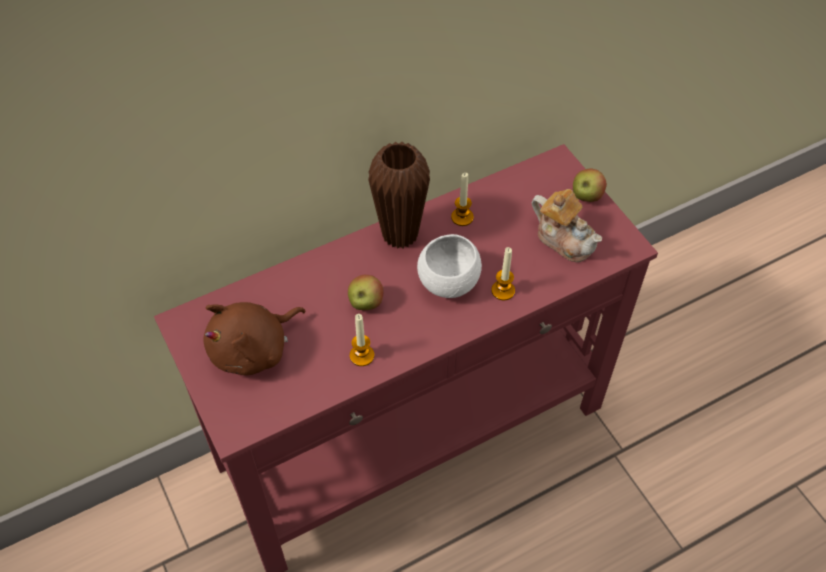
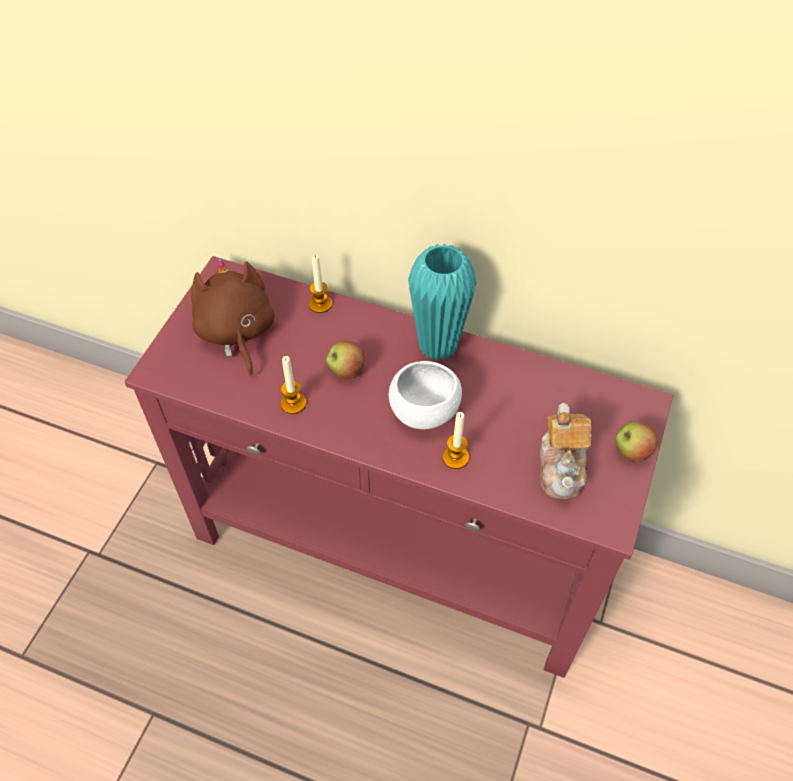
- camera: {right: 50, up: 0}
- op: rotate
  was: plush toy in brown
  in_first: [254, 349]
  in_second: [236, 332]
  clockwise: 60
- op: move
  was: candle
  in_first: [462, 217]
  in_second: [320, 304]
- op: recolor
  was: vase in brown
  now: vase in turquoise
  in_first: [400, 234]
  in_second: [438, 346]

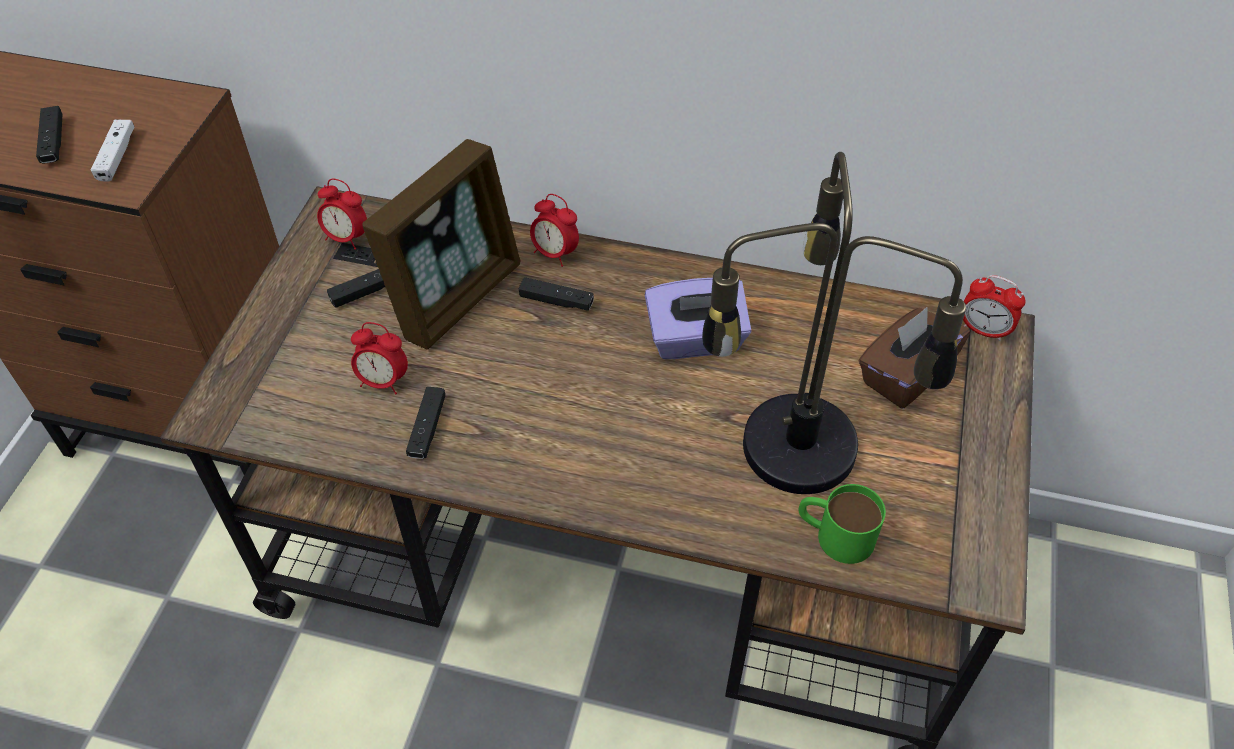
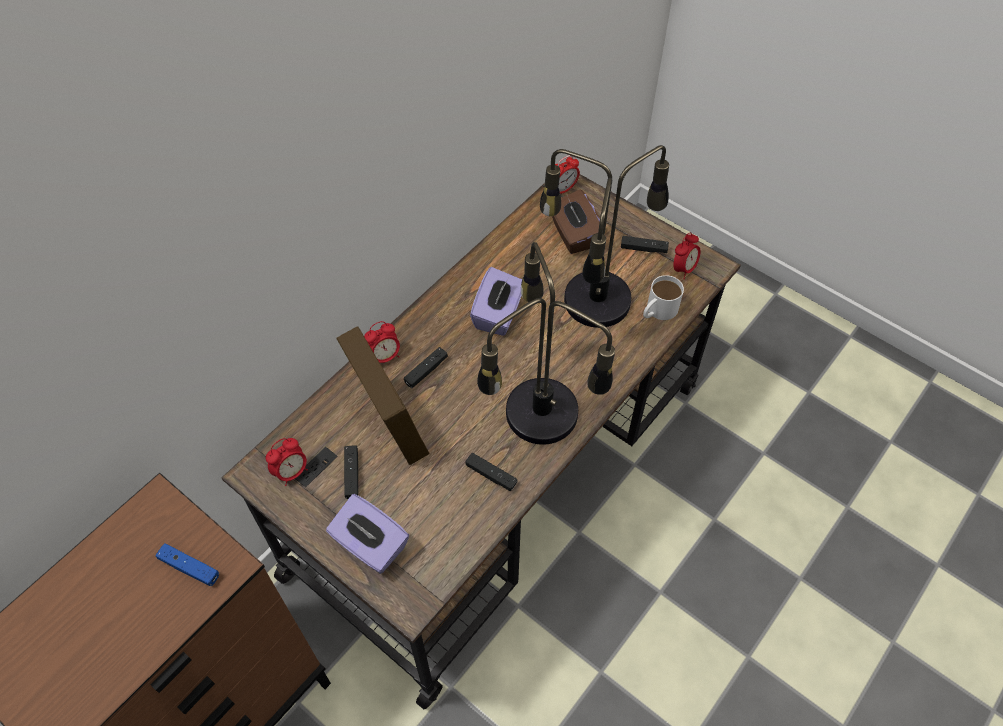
- camera: {right: -65, up: 5}
- op: recolor
  was: game controller in white
  now: game controller in blue
  in_first: [116, 156]
  in_second: [189, 568]
- op: insert
  now: tissue box in purple
  in_second: [370, 545]
- op: insert
  now: table lamp
  in_second: [540, 413]
- op: move
  was: game controller in black
  in_first: [53, 142]
  in_second: [643, 248]
- op: recolor
  was: mug in green
  now: mug in white
  in_first: [834, 534]
  in_second: [658, 311]
- op: move
  was: alarm clock
  in_first: [383, 381]
  in_second: [683, 269]

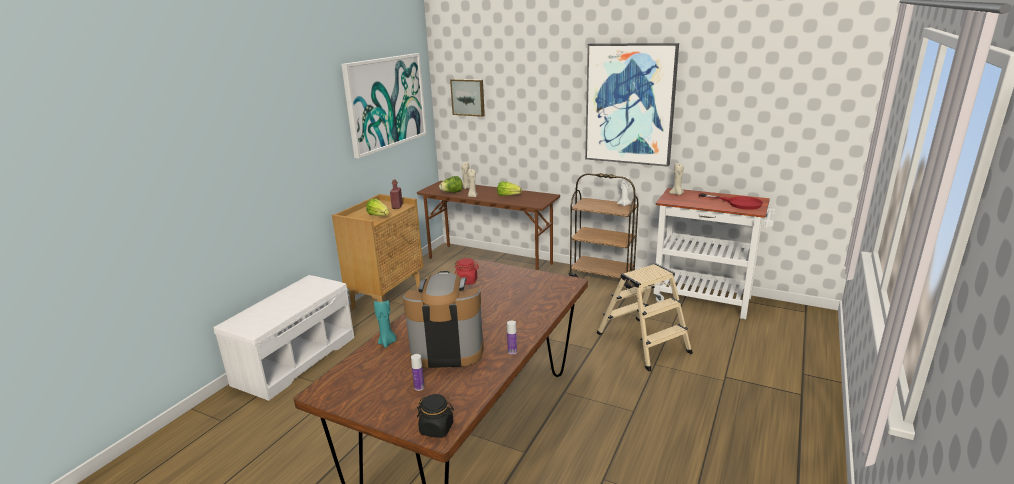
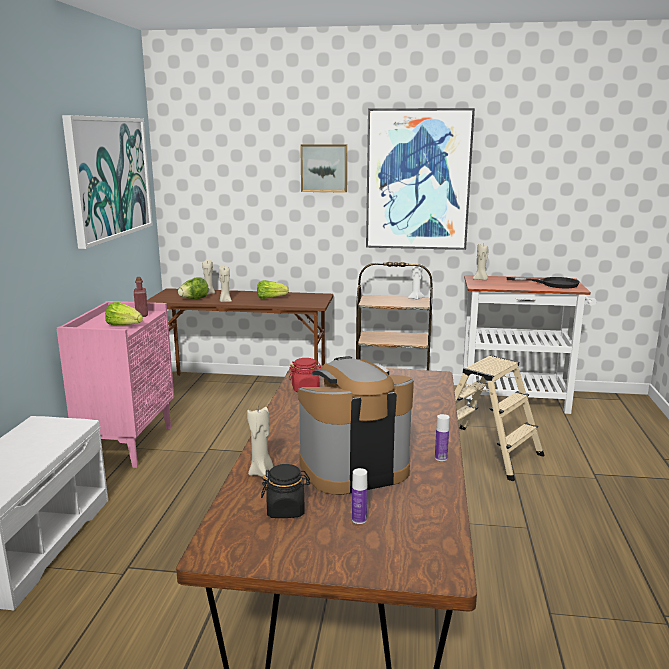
- camera: {right: -20, up: -5}
- op: recolor
  was: cabinet in brown
  now: cabinet in pink
  in_first: [387, 298]
  in_second: [129, 444]
- op: recolor
  was: candle in turquoise
  now: candle in beige
  in_first: [387, 343]
  in_second: [261, 472]
- op: move
  was: jar in black
  in_first: [436, 428]
  in_second: [286, 510]
- op: move
  was: picture
  in_first: [468, 97]
  in_second: [324, 168]
- op: recolor
  was: frying pan in red
  now: frying pan in black
  in_first: [738, 203]
  in_second: [552, 284]

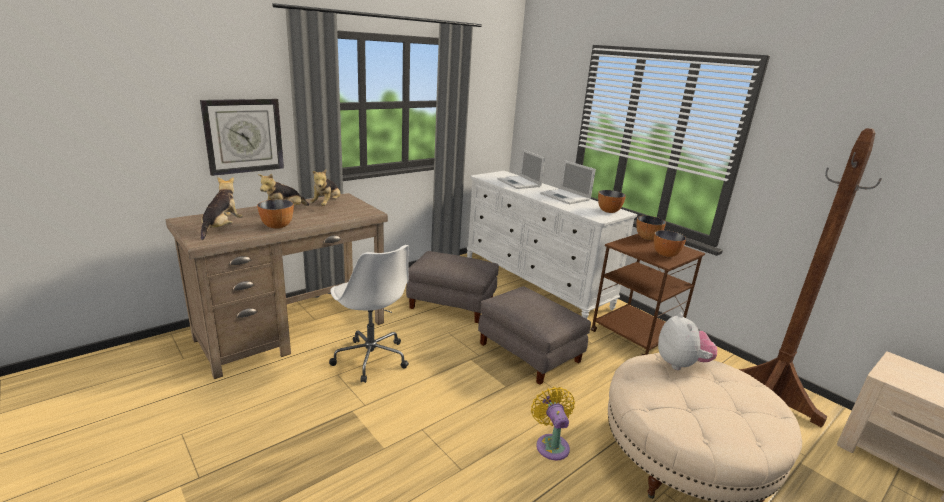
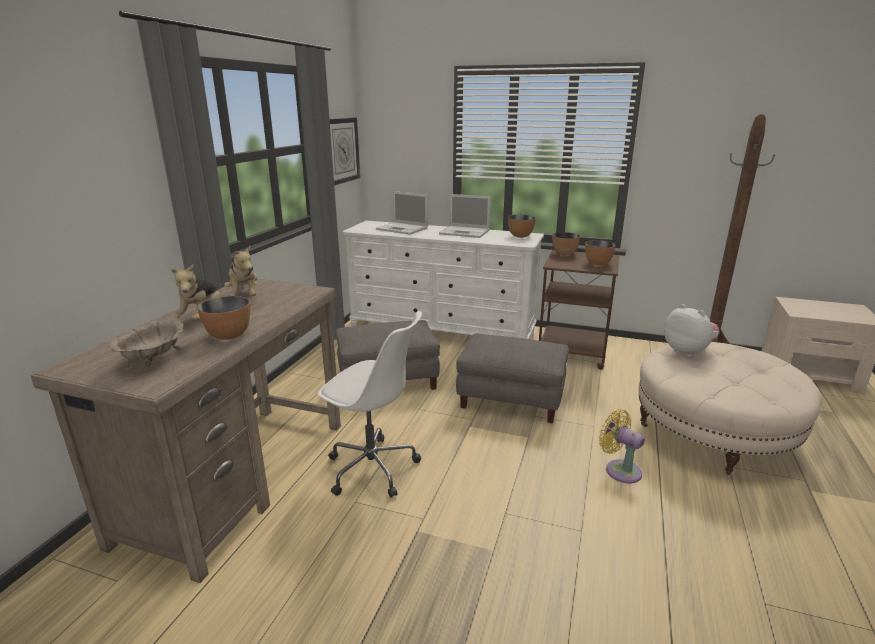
- camera: {right: -30, up: 0}
- op: replace
  was: plush toy
  now: bowl in beige
  in_first: [222, 228]
  in_second: [153, 360]
- op: move
  was: wall clock
  in_first: [244, 136]
  in_second: [341, 150]

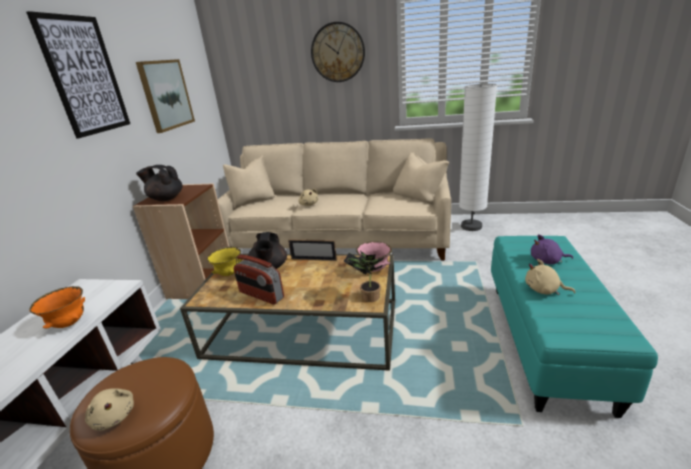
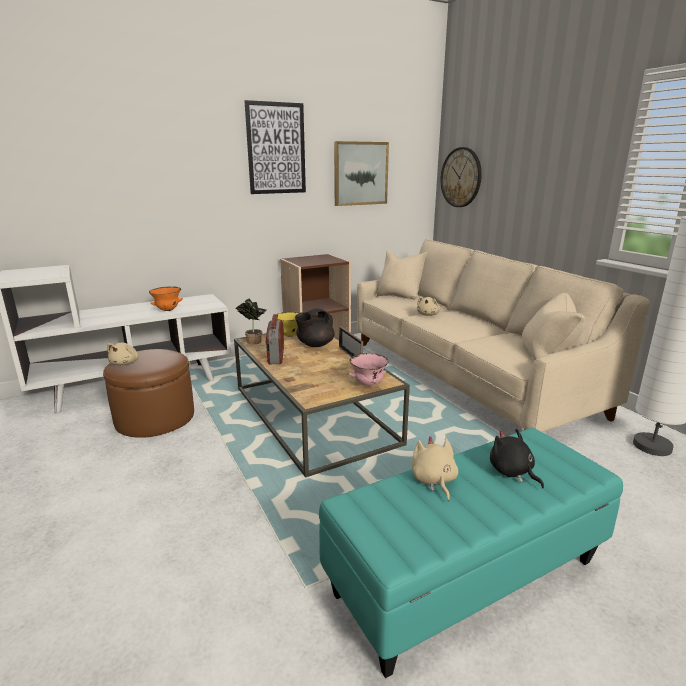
- camera: {right: 50, up: -5}
- op: move
  was: potted plant
  in_first: [368, 297]
  in_second: [253, 341]
- op: move
  was: wall clock
  in_first: [338, 52]
  in_second: [461, 177]
- op: recolor
  was: plush toy in purple
  now: plush toy in black
  in_first: [547, 261]
  in_second: [512, 472]
- op: delete
  was: teapot in black
  in_first: [166, 198]

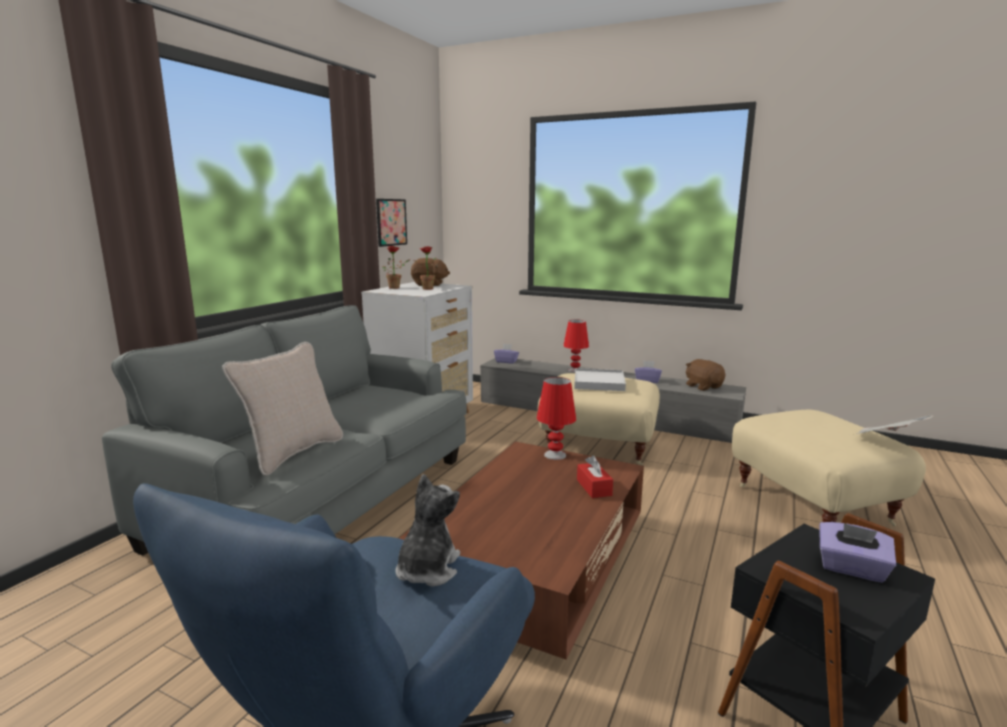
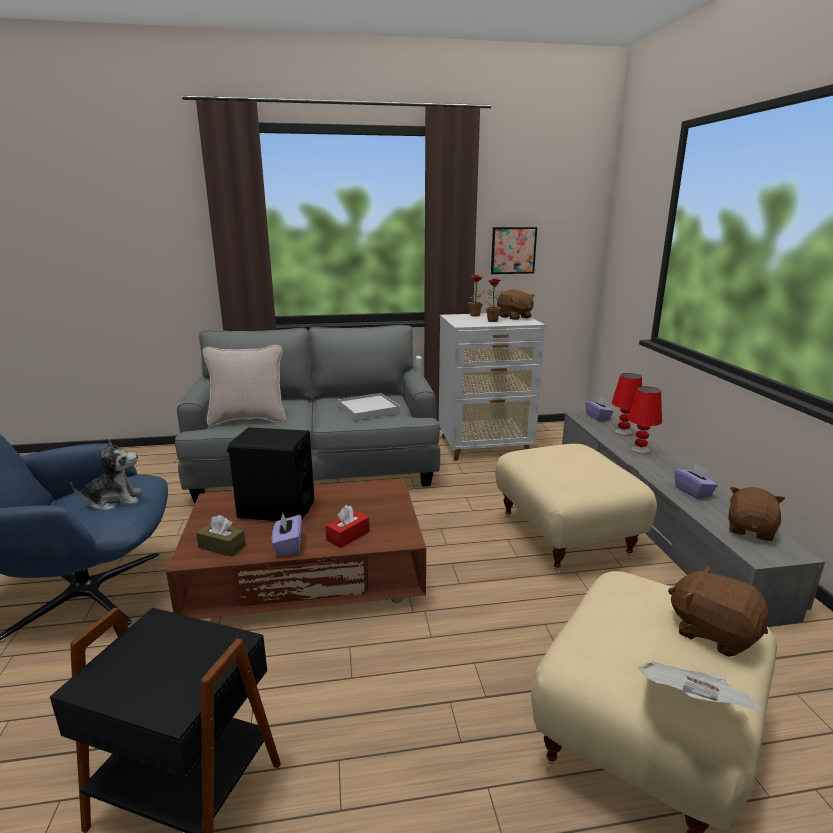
- camera: {right: 55, up: 5}
- op: insert
  now: tissue box in brown
  in_second: [222, 546]
- op: insert
  now: speaker in black
  in_second: [276, 510]
- op: move
  was: tissue box in purple
  in_first: [851, 569]
  in_second: [288, 546]
- op: move
  was: tray in white
  in_first: [599, 382]
  in_second: [368, 409]
- op: move
  was: table lamp in red
  in_first: [555, 455]
  in_second: [623, 432]
- op: insert
  now: plush toy in brown
  in_second: [713, 632]

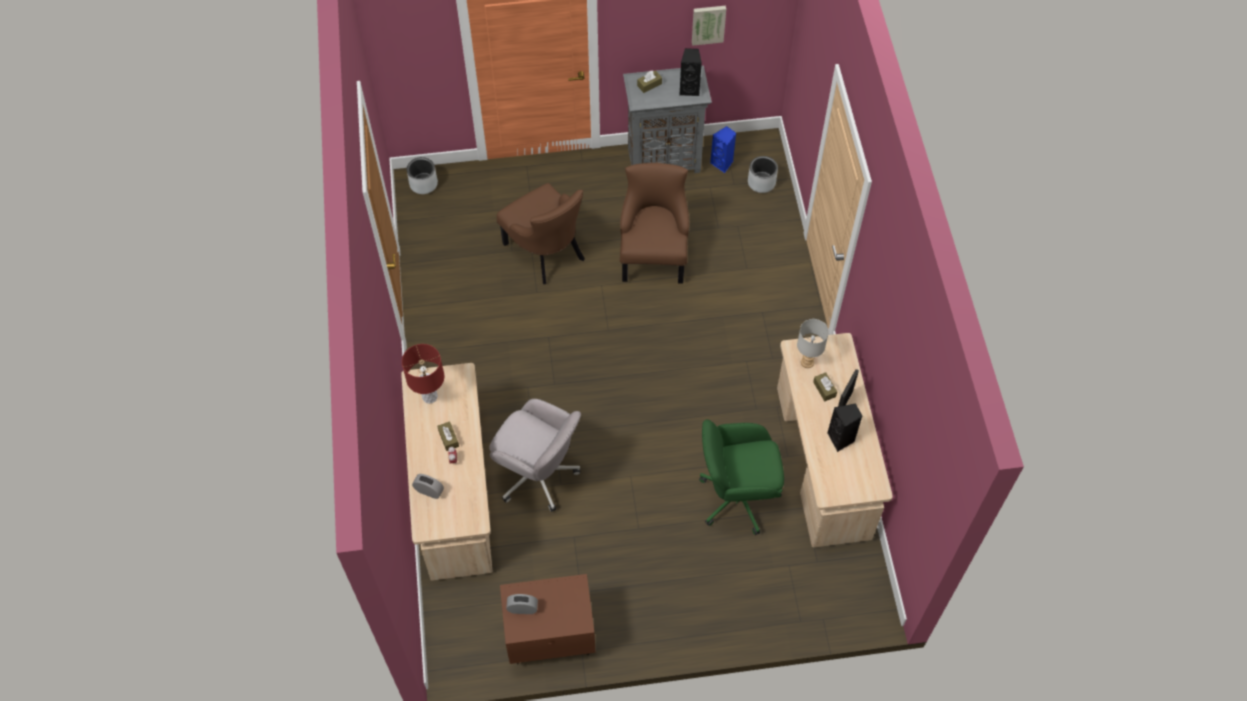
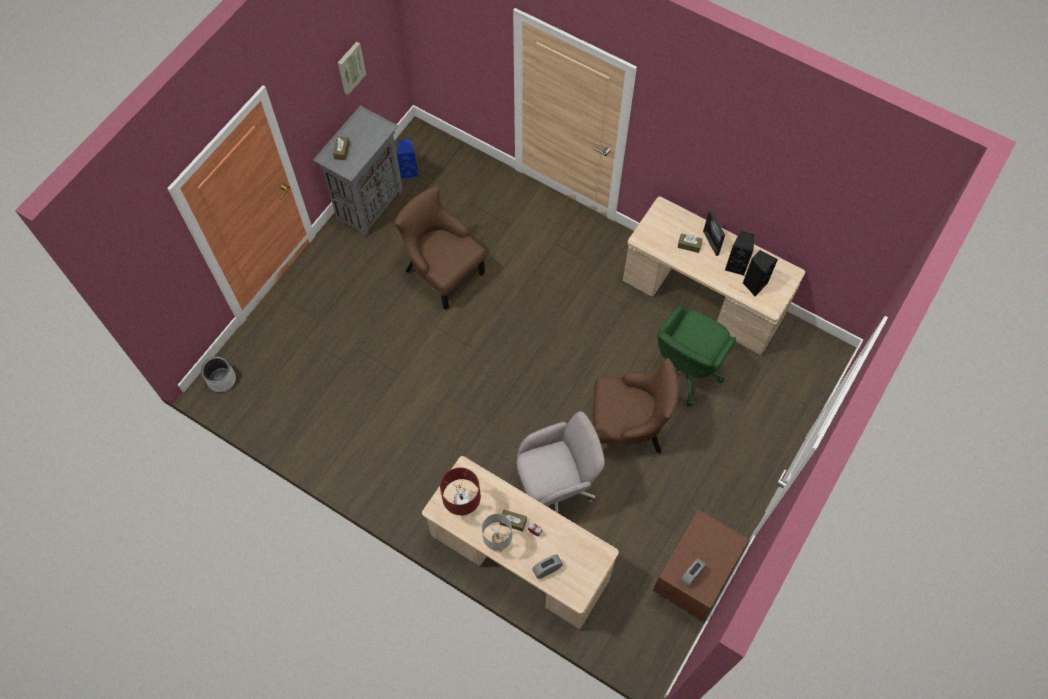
- camera: {right: -50, up: 5}
- op: move
  was: table lamp in grey
  in_first: [807, 362]
  in_second: [497, 545]
- op: move
  was: chair in brown
  in_first: [544, 250]
  in_second: [626, 428]
- op: move
  was: speaker in black
  in_first: [689, 89]
  in_second: [754, 284]
- op: delete
  was: planter in grey
  in_first: [761, 182]

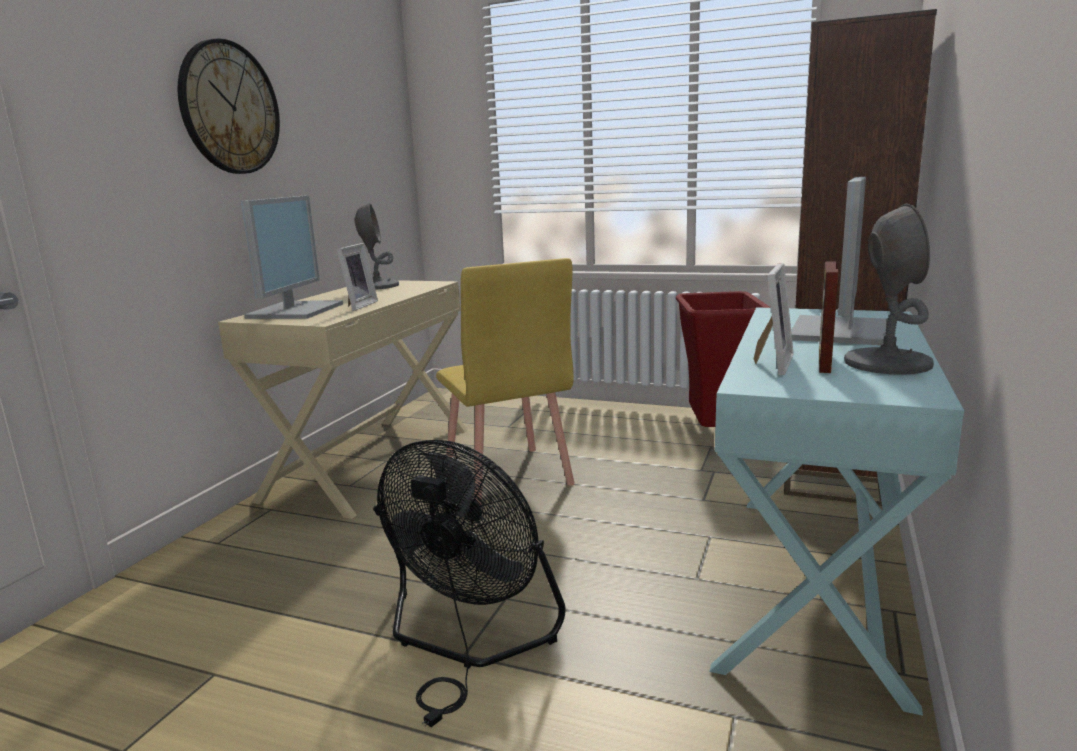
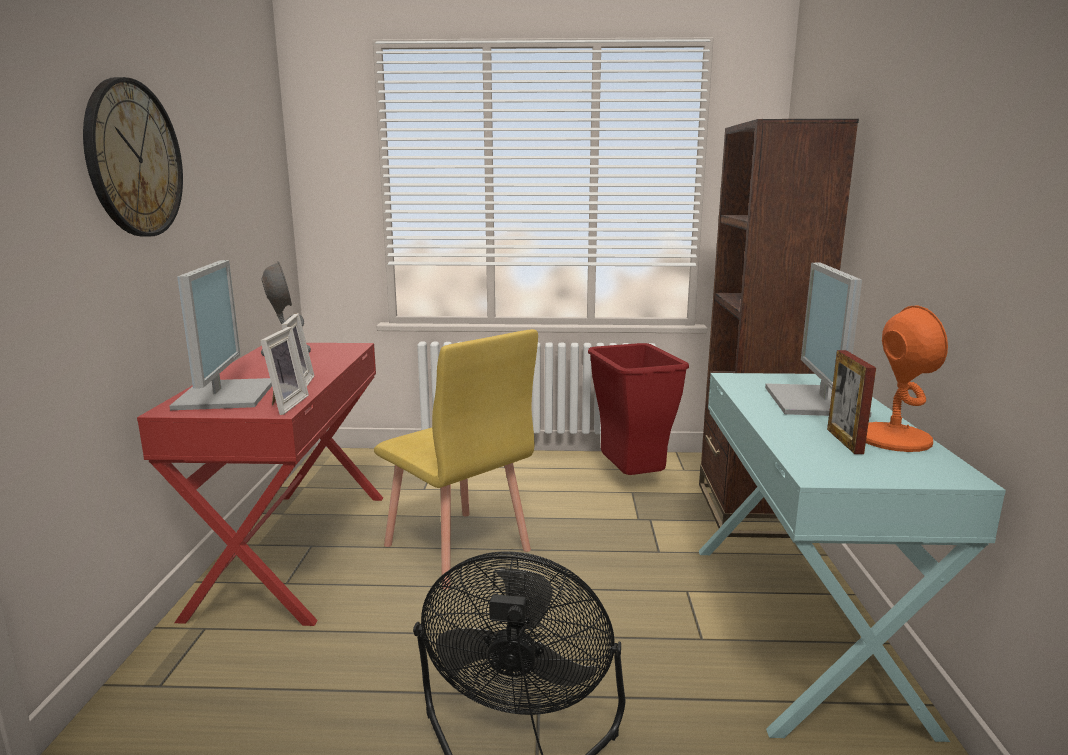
- camera: {right: -20, up: 0}
- op: recolor
  was: desk in beige
  now: desk in red
  in_first: [370, 462]
  in_second: [294, 550]
- op: move
  was: picture frame
  in_first: [770, 364]
  in_second: [283, 405]
- op: recolor
  was: table lamp in grey
  now: table lamp in orange
  in_first: [887, 363]
  in_second: [892, 438]

